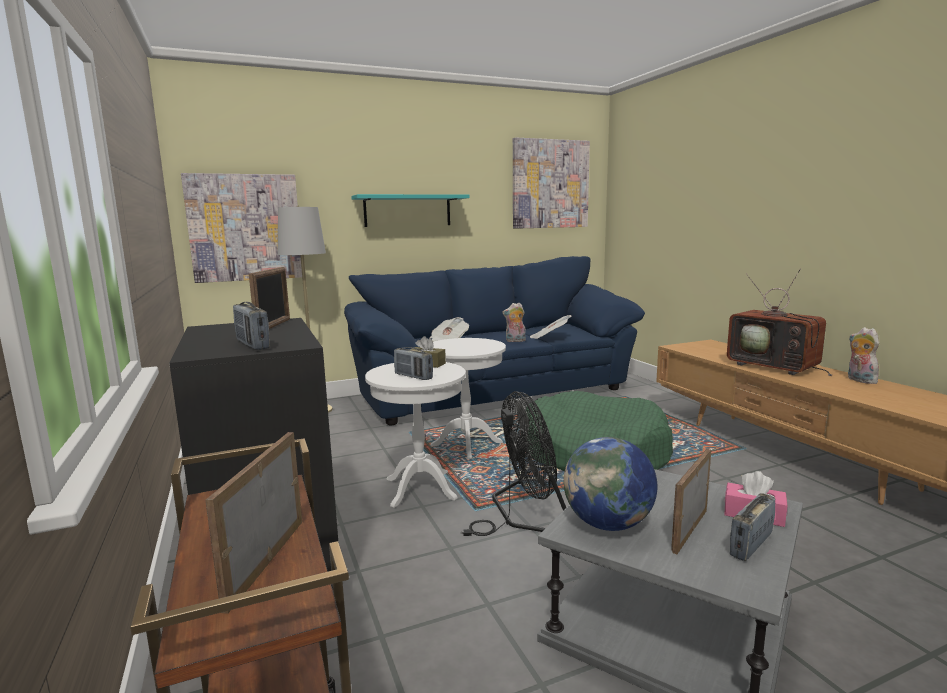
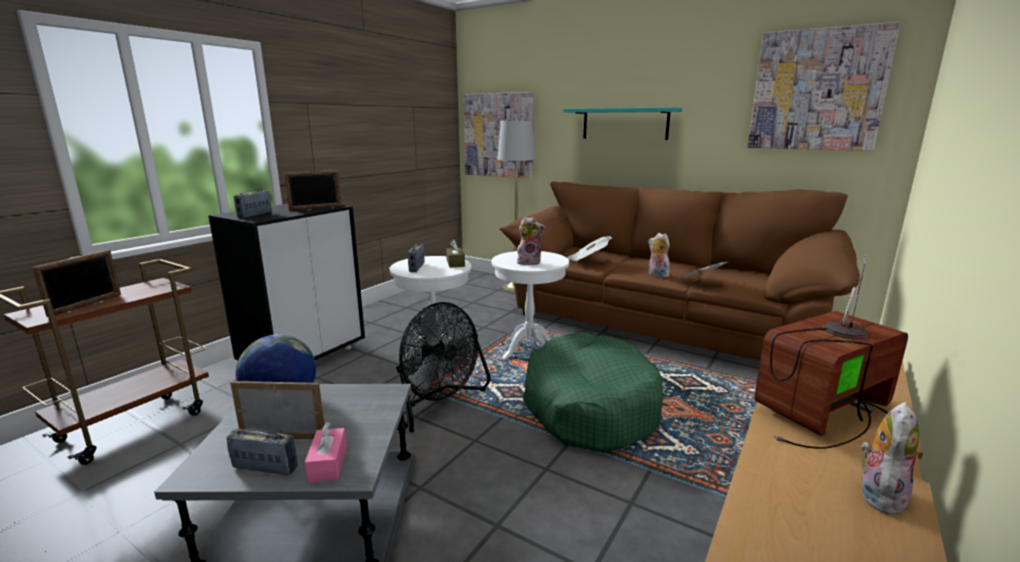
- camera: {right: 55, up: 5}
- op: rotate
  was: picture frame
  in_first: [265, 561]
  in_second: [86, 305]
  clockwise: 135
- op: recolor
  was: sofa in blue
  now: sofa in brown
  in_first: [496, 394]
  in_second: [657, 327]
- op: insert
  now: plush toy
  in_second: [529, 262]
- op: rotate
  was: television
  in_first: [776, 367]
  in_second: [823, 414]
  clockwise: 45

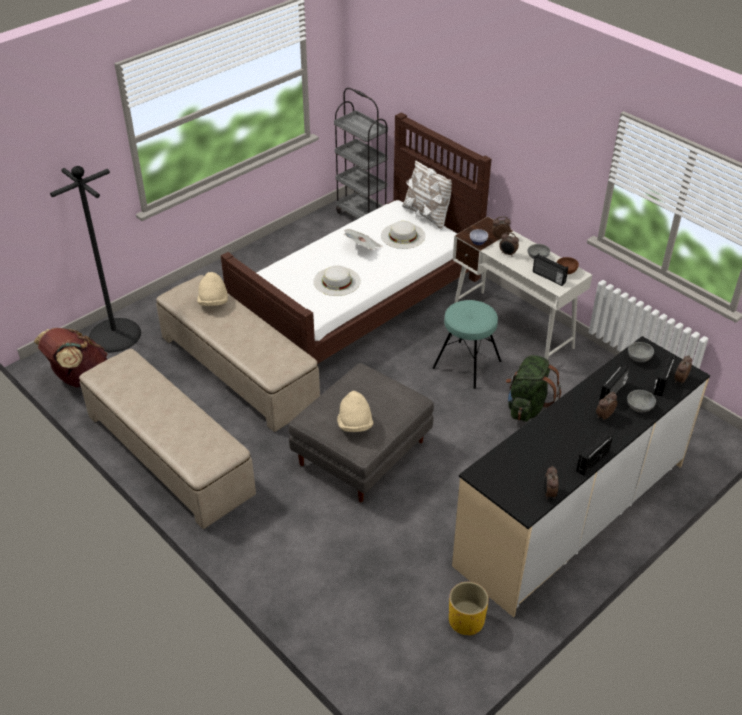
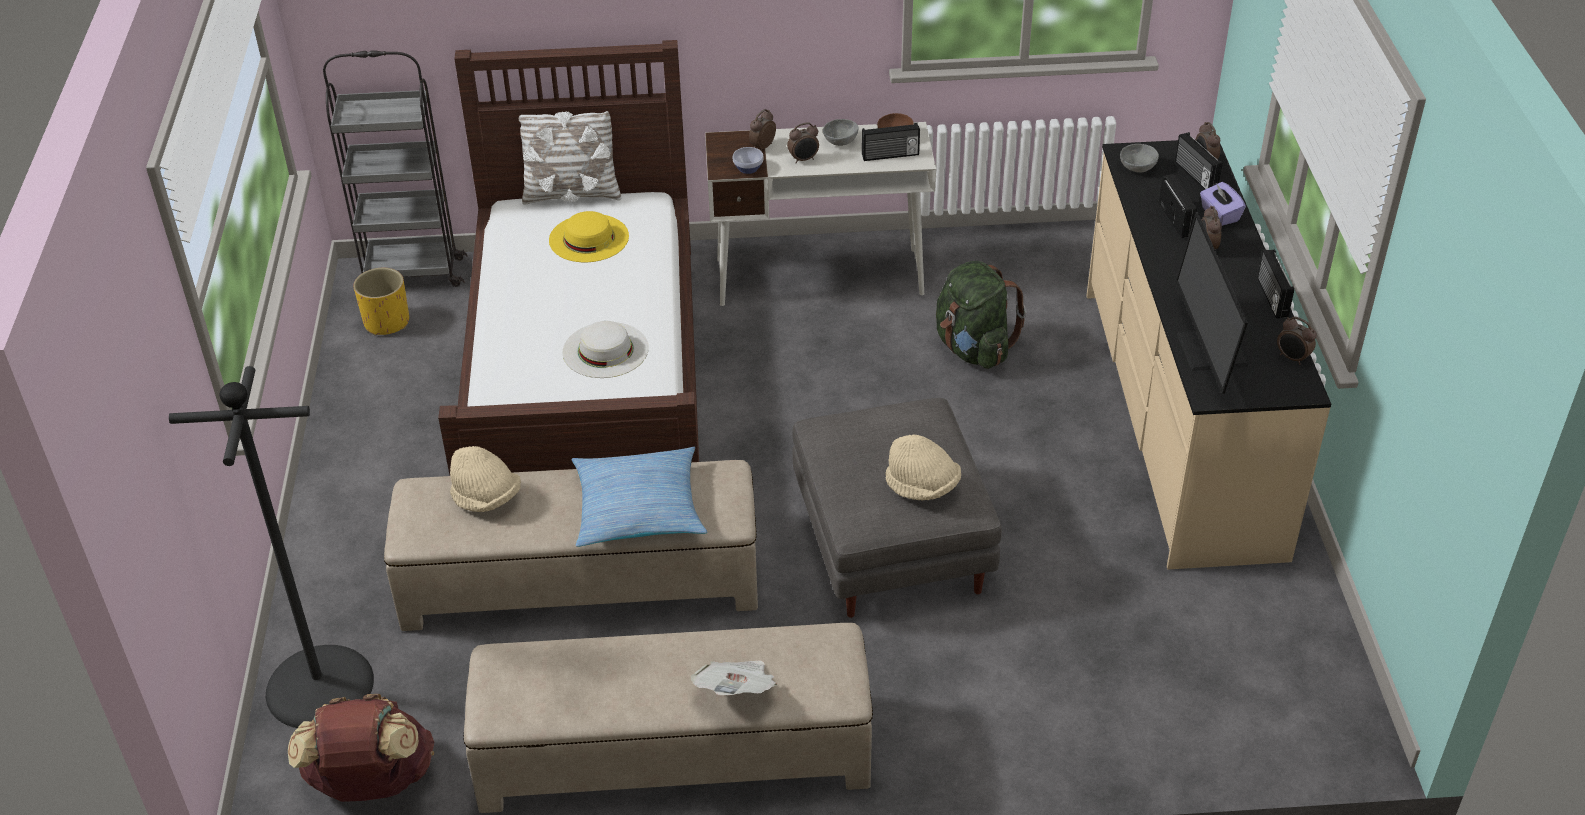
- camera: {right: -50, up: 0}
- op: move
  was: planter in yellow
  in_first: [466, 620]
  in_second: [387, 322]
- op: recolor
  was: hat in white
  now: hat in yellow
  in_first: [403, 235]
  in_second: [589, 238]
- op: insert
  now: pillow
  in_second: [638, 508]
- op: move
  was: newspaper
  in_first: [363, 248]
  in_second: [737, 691]
- op: insert
  now: monitor
  in_second: [1210, 350]
- op: replace
  was: bowl in grey
  now: tissue box in purple
  in_first: [639, 407]
  in_second: [1219, 215]
- op: delete
  was: stool in turquoise
  in_first: [467, 364]

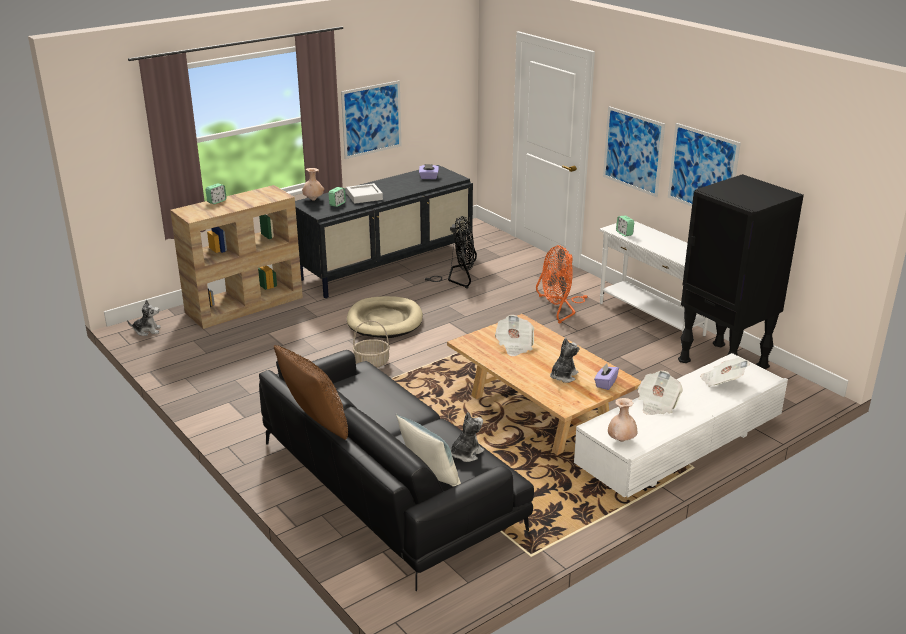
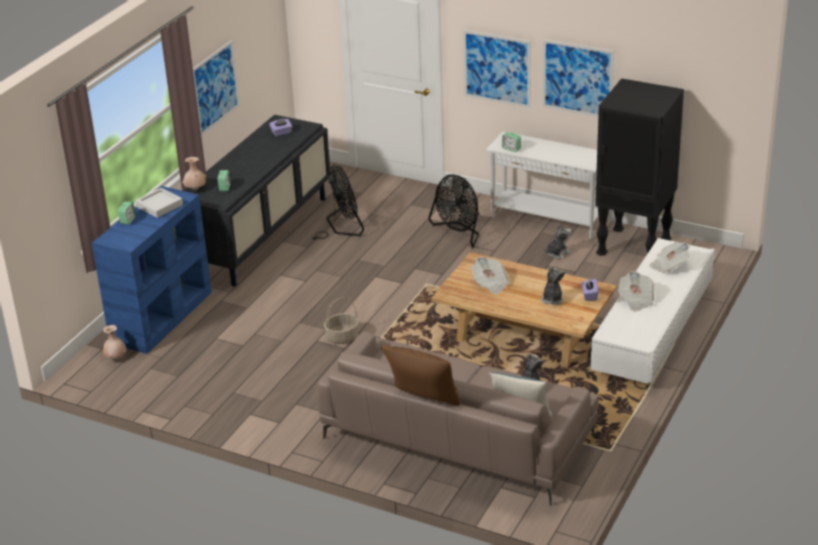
- camera: {right: -25, up: 5}
- op: recolor
  was: bookcase in brown
  now: bookcase in blue
  in_first: [244, 304]
  in_second: [161, 317]
- op: move
  was: vase in beige
  in_first: [621, 440]
  in_second: [116, 358]
- op: move
  was: tray in grey
  in_first: [364, 196]
  in_second: [159, 206]
- op: recolor
  was: sofa in black
  now: sofa in beige
  in_first: [386, 486]
  in_second: [457, 438]
- op: recolor
  was: fan in orange
  now: fan in black
  in_first: [560, 306]
  in_second: [460, 231]
- op: move
  was: plush toy
  in_first: [147, 331]
  in_second: [557, 253]
- op: delete
  was: dog bed in beige
  in_first: [385, 321]

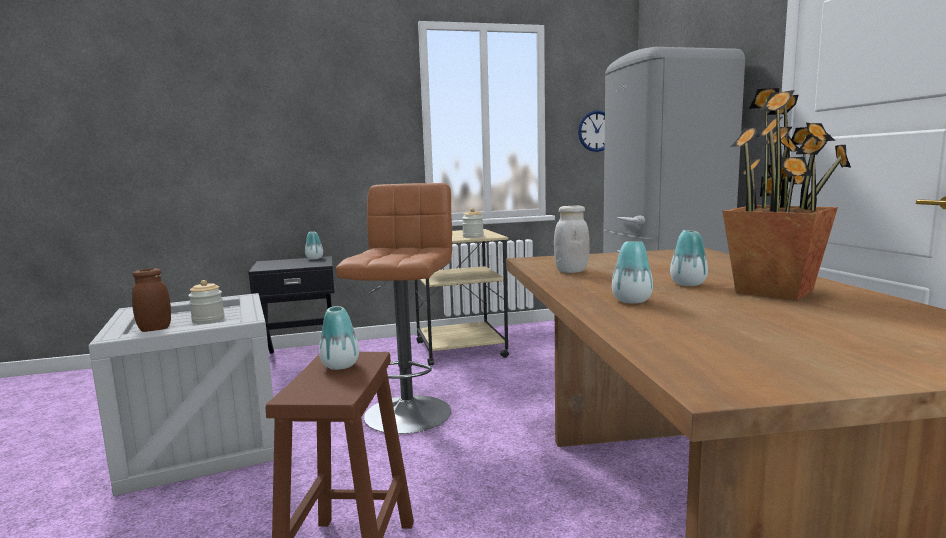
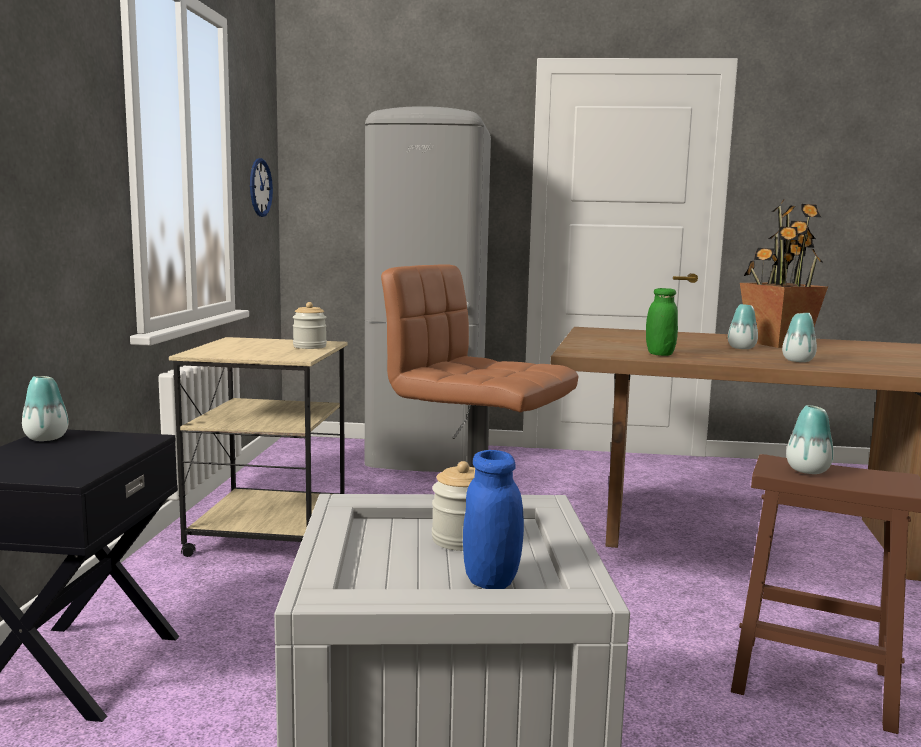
- camera: {right: -70, up: 0}
- op: recolor
  was: jar in brown
  now: jar in blue
  in_first: [155, 329]
  in_second: [491, 580]
- op: recolor
  was: jar in white
  now: jar in green
  in_first: [571, 271]
  in_second: [660, 354]

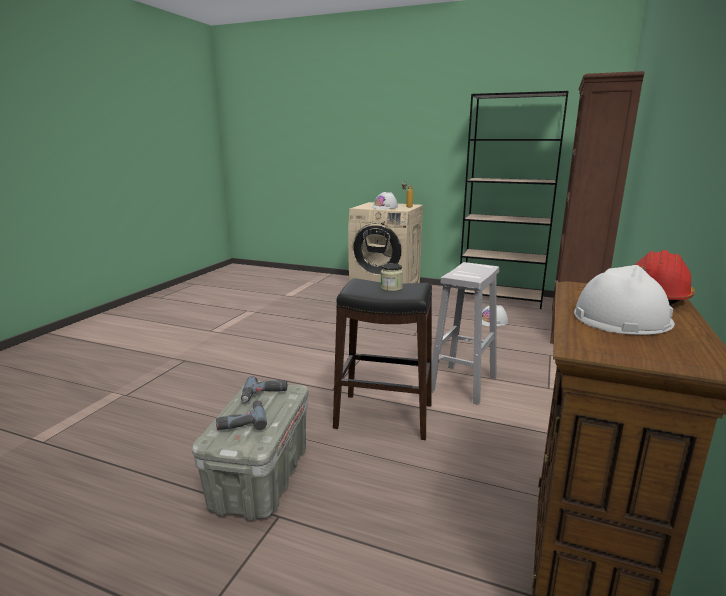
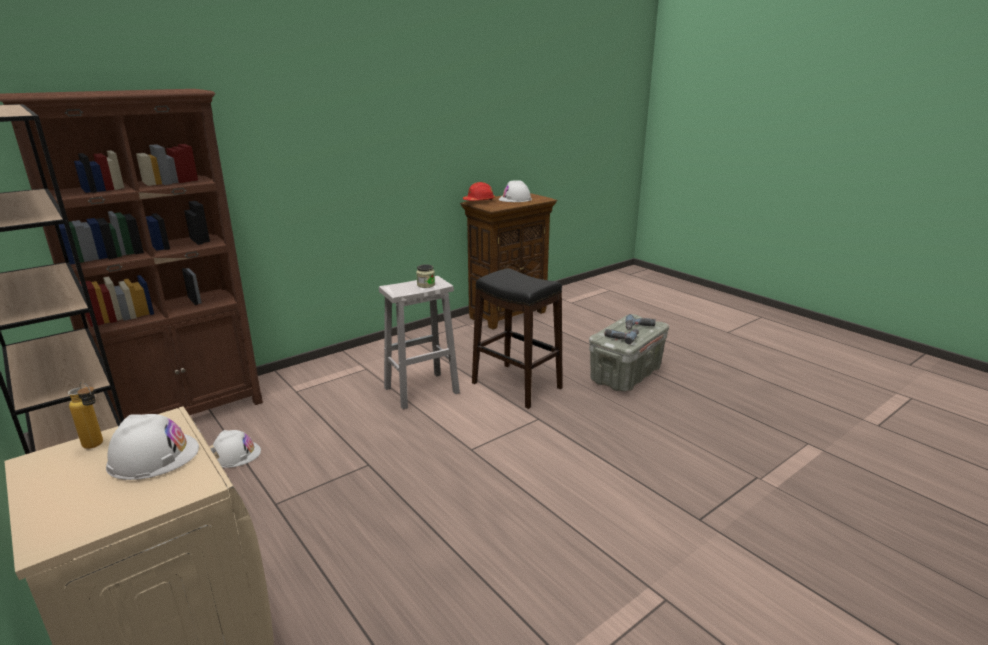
- camera: {right: -150, up: 5}
- op: move
  was: jar
  in_first: [391, 288]
  in_second: [426, 285]

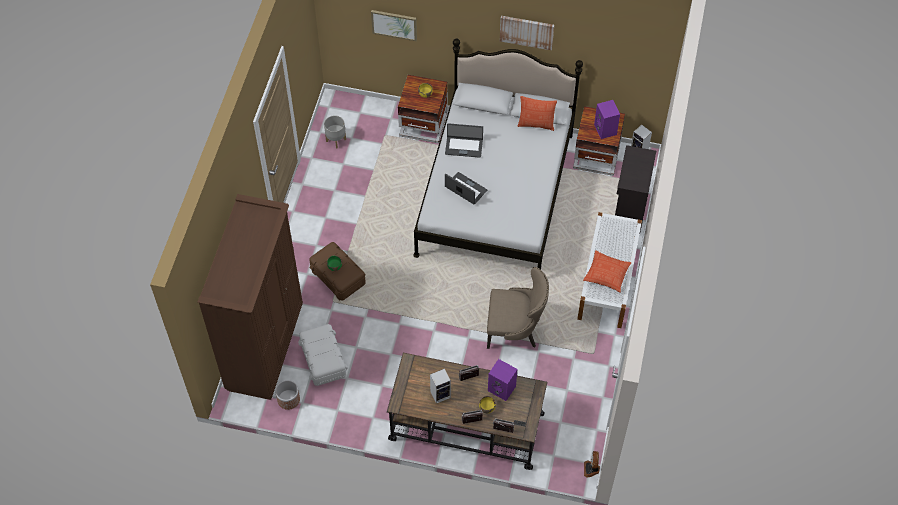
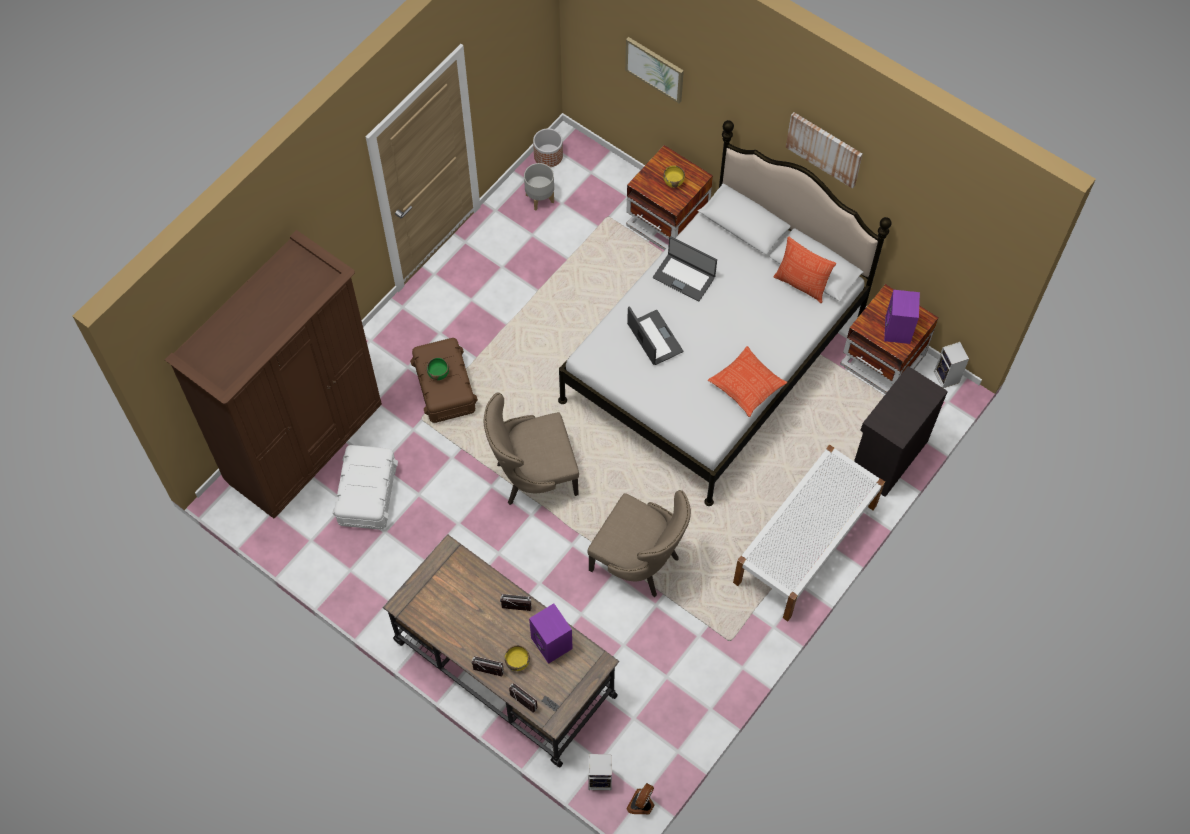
- camera: {right: 25, up: 5}
- op: insert
  now: chair in beige
  in_second: [533, 476]
- op: move
  was: planter
  in_first: [288, 399]
  in_second: [548, 156]
- op: move
  was: speaker
  in_first: [441, 394]
  in_second: [601, 779]
- op: move
  was: pillow in orange
  in_first: [607, 275]
  in_second: [747, 386]

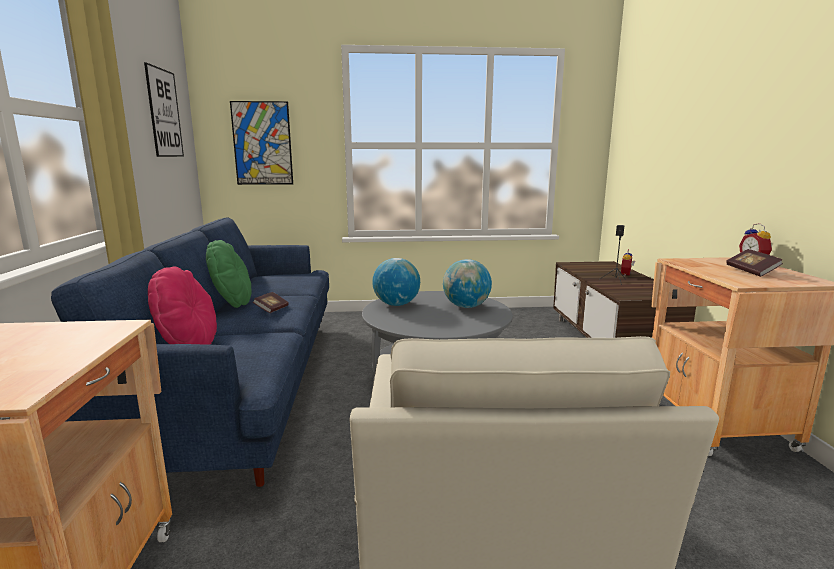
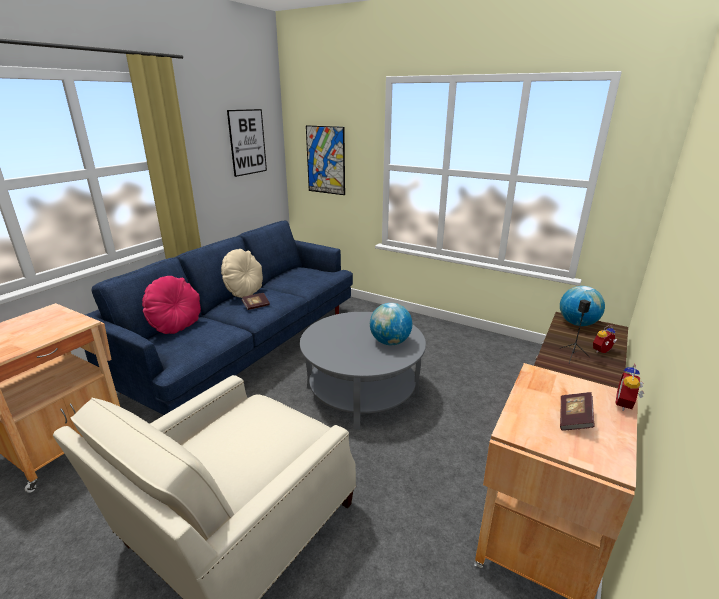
- camera: {right: 35, up: 10}
- op: recolor
  was: pillow in green
  now: pillow in beige
  in_first: [232, 304]
  in_second: [245, 293]
- op: move
  was: globe
  in_first: [396, 304]
  in_second: [577, 323]

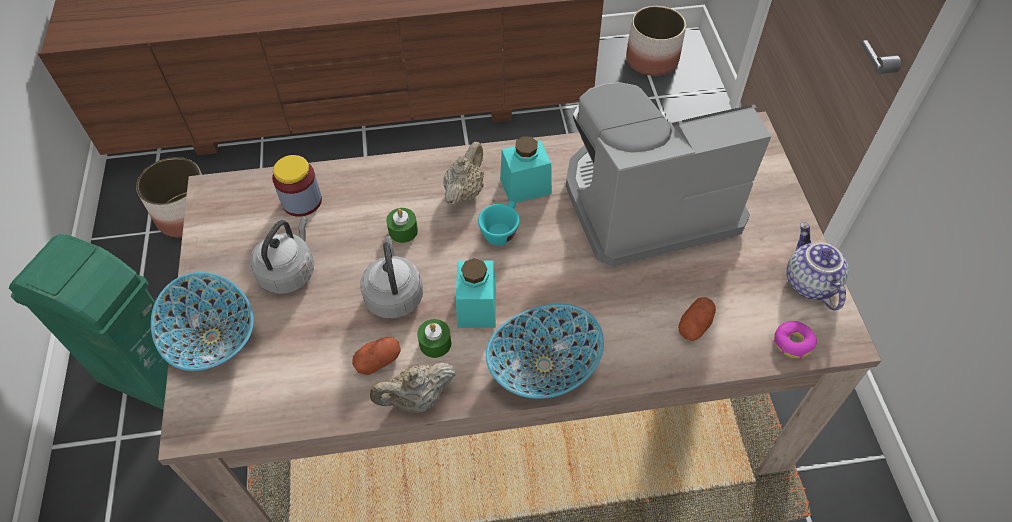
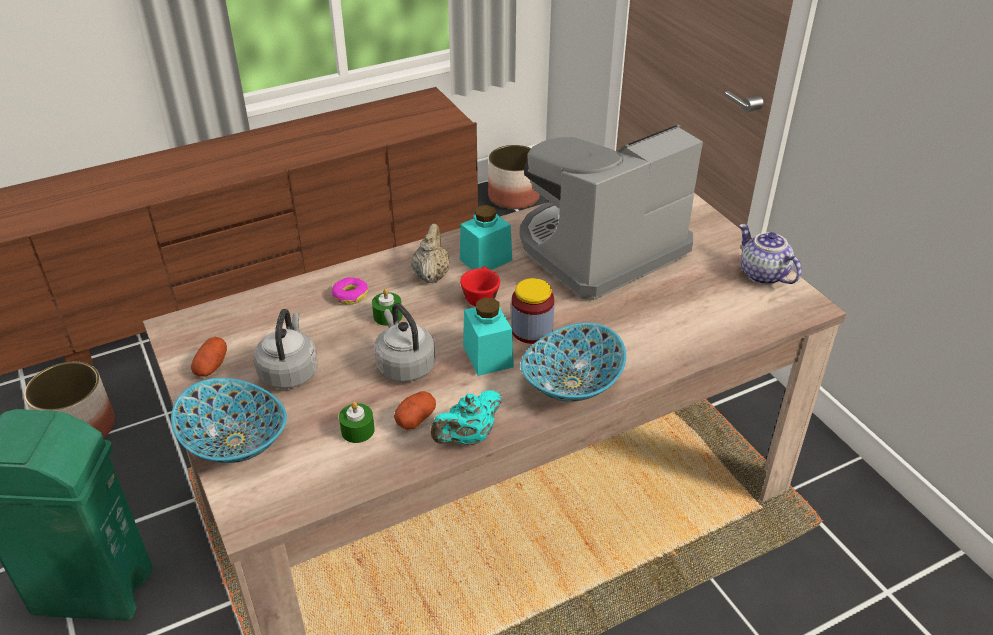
- camera: {right: -20, up: -15}
- op: move
  was: potato
  in_first: [695, 325]
  in_second: [211, 366]
- op: move
  was: donut
  in_first: [792, 343]
  in_second: [350, 295]
- op: move
  was: candle in green
  in_first: [435, 343]
  in_second: [357, 430]
- op: recolor
  was: teapot in beige
  now: teapot in turquoise
  in_first: [417, 399]
  in_second: [468, 437]
- op: recolor
  was: cup in turquoise
  now: cup in red
  in_first: [501, 230]
  in_second: [480, 296]
- op: move
  was: jar
  in_first: [302, 201]
  in_second: [532, 330]

